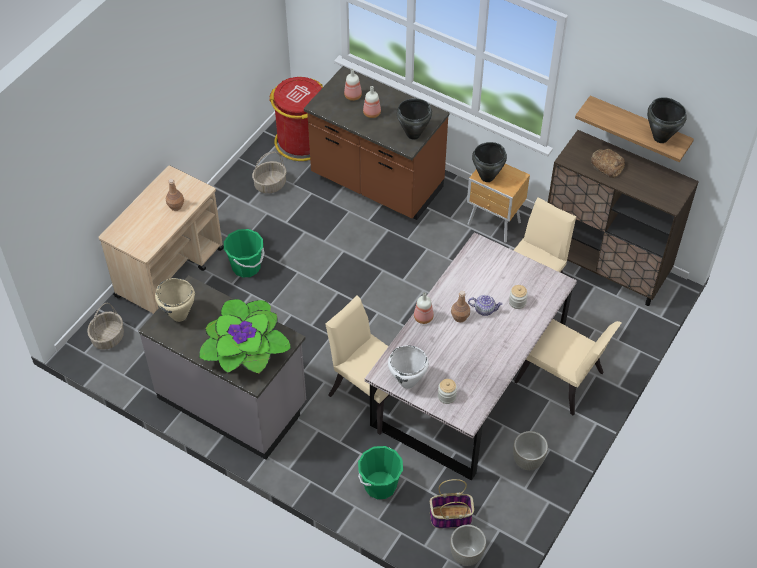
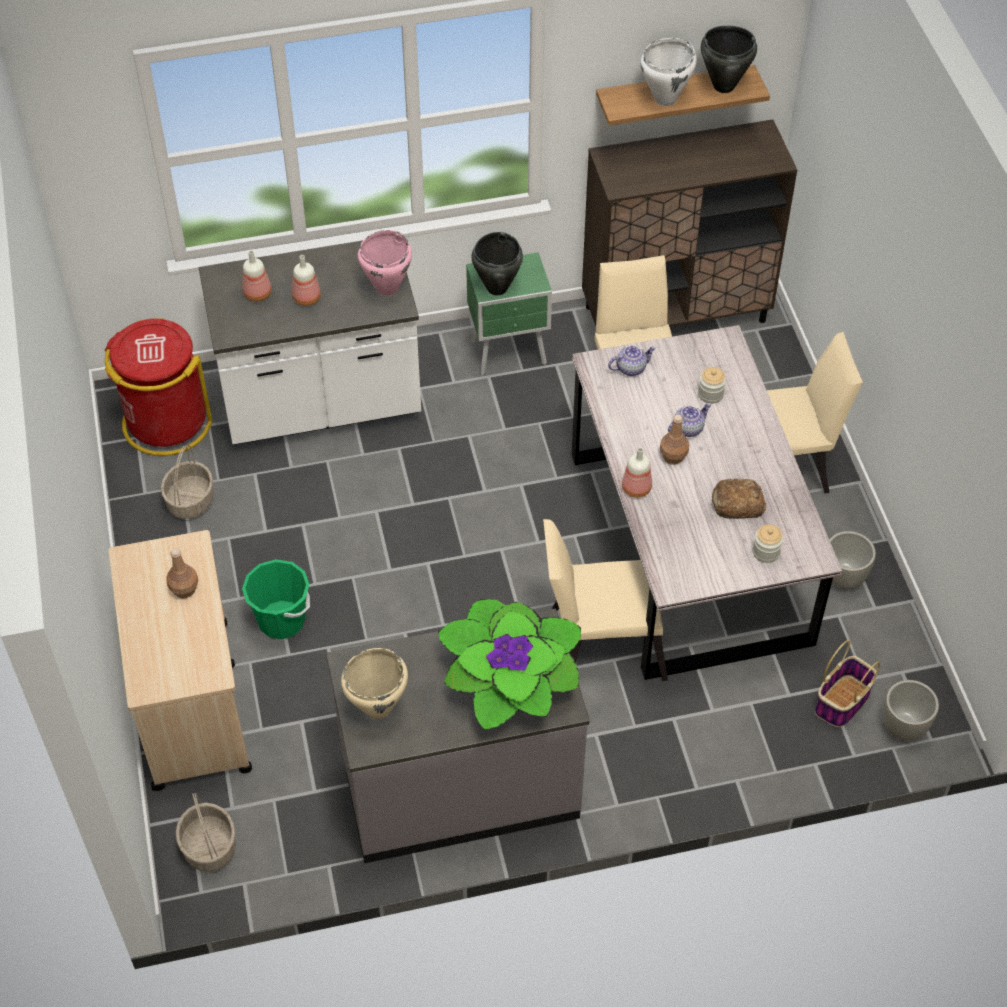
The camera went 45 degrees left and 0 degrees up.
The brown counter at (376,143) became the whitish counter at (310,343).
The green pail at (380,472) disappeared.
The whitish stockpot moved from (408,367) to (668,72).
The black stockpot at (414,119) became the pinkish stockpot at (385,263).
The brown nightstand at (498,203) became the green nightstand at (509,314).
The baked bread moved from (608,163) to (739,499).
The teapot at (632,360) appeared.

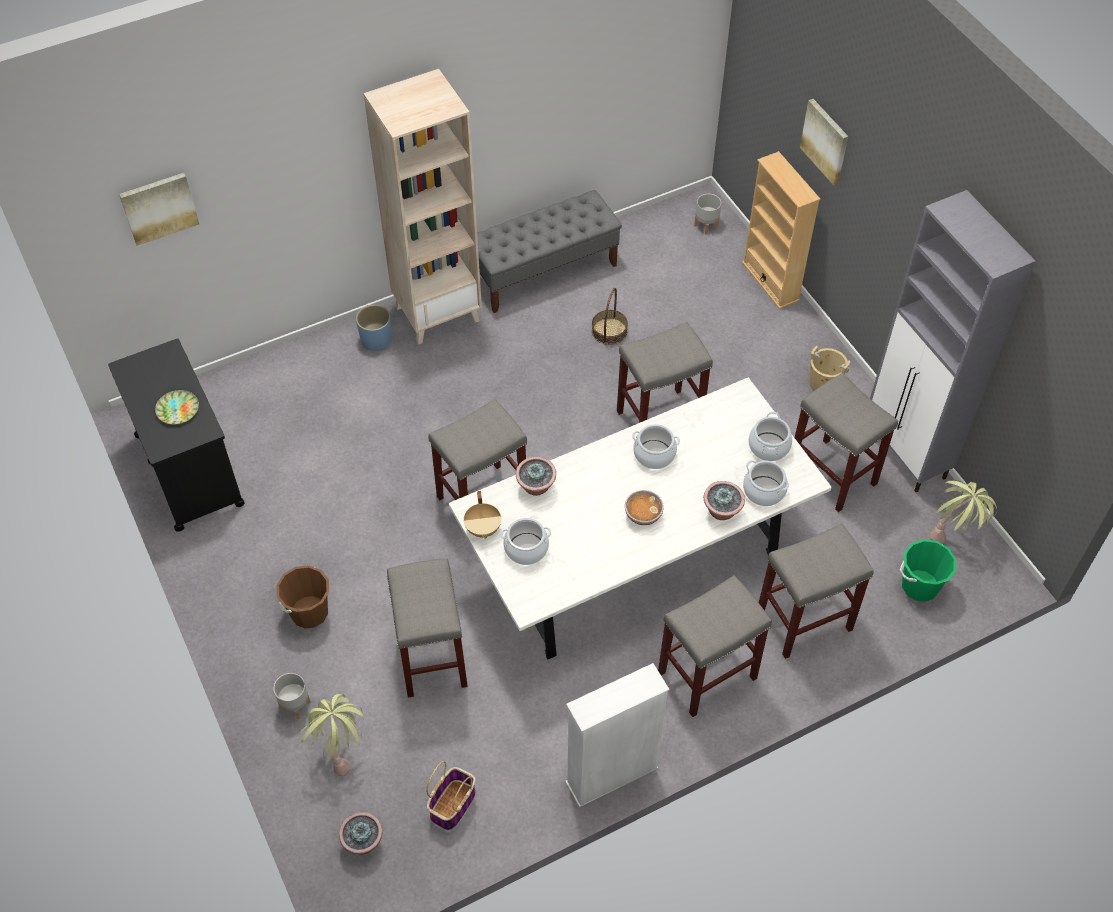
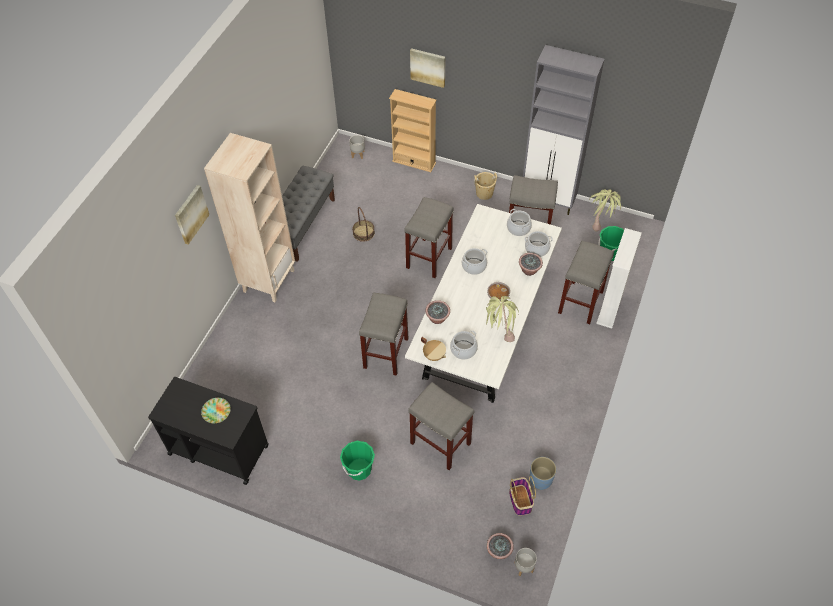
The camera went 40 degrees left and 0 degrees up.
The wall art moved from (159,209) to (192,215).
The grey planter moved from (292,696) to (526,562).
The brown pail at (302,597) became the green pail at (357,461).
The potted plant moved from (332,735) to (502,319).
The blue planter moved from (374,327) to (543,473).
The whitish bookshelf moved from (617,735) to (619,278).
The grey sitting stool at (715,646) disappeared.

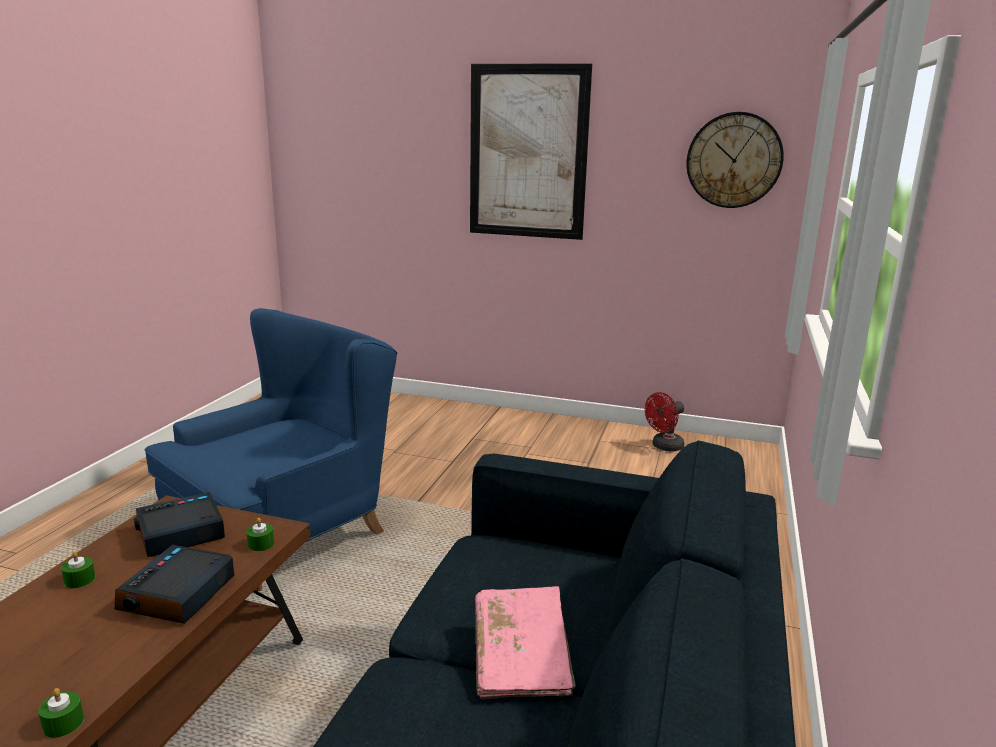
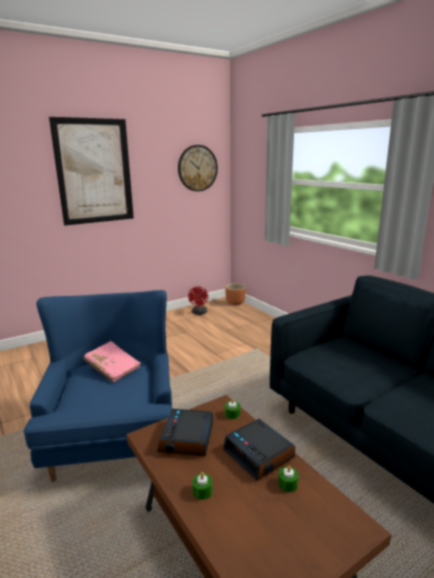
The camera went 50 degrees left and 0 degrees up.
The green wax candle moved from (61,713) to (288,478).
The pinkish book moved from (525,642) to (112,362).
The brown planter at (235,294) appeared.

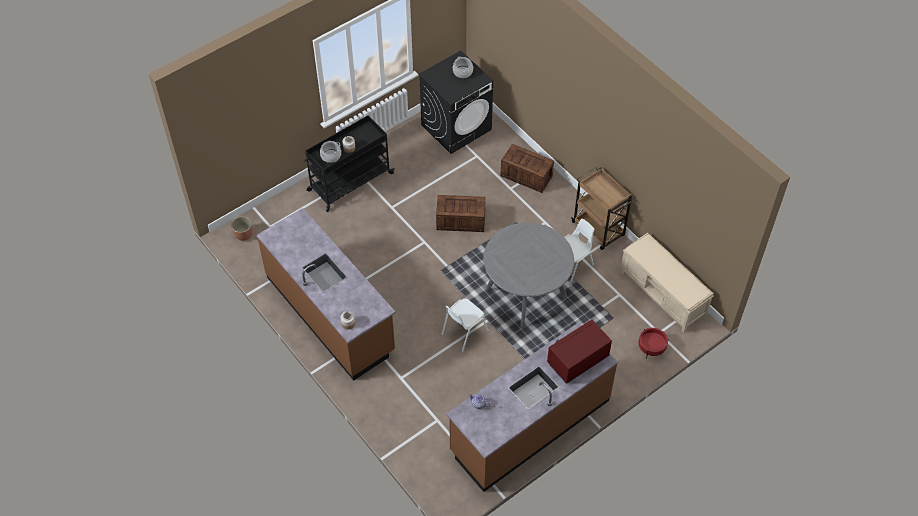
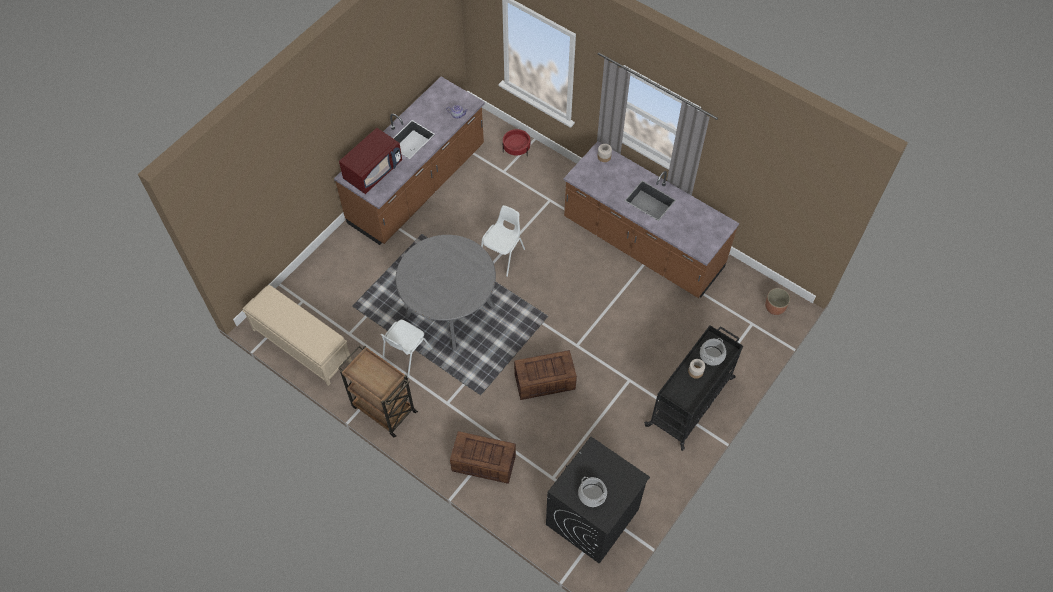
The camera went 165 degrees right and 5 degrees up.
The red planter moved from (653,343) to (516,142).

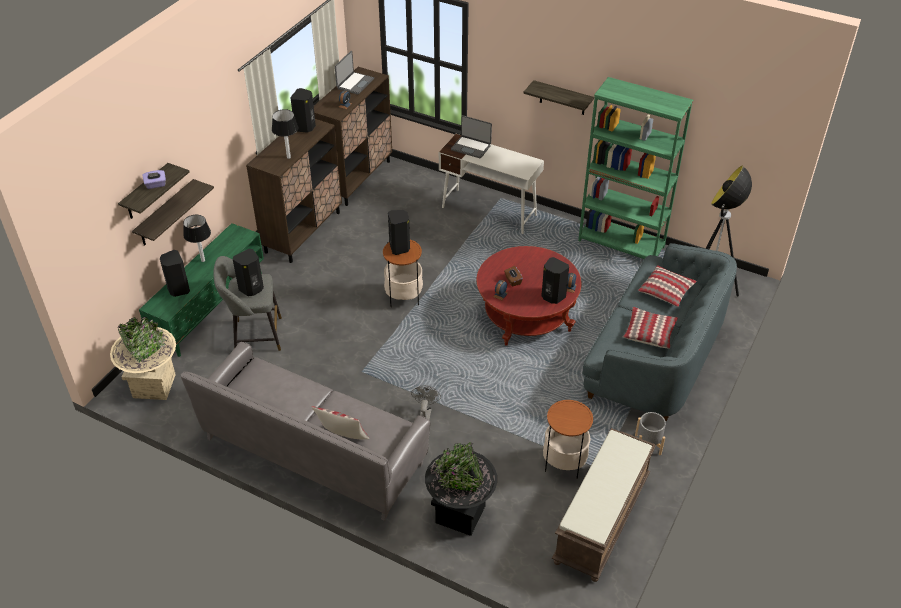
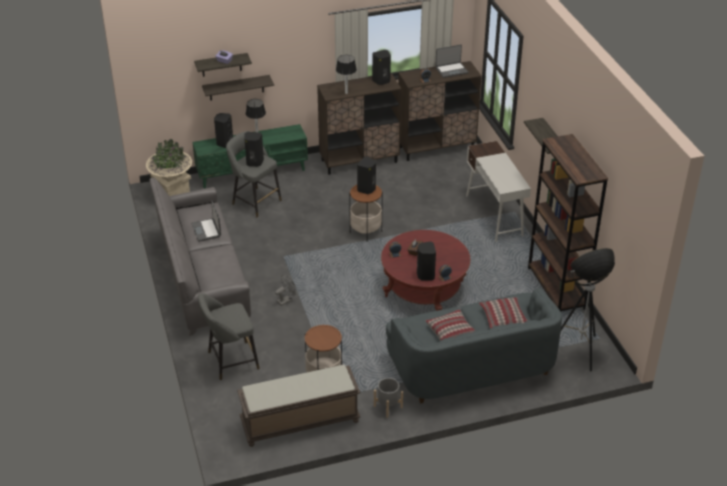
The camera went 45 degrees right and 5 degrees down.
The pillow at (341,422) disappeared.
The black planter at (461,489) was replaced by the grey sitting stool at (229,336).
The portable computer moved from (471,137) to (206,221).
The green bookshelf at (635,168) became the brown bookshelf at (568,223).

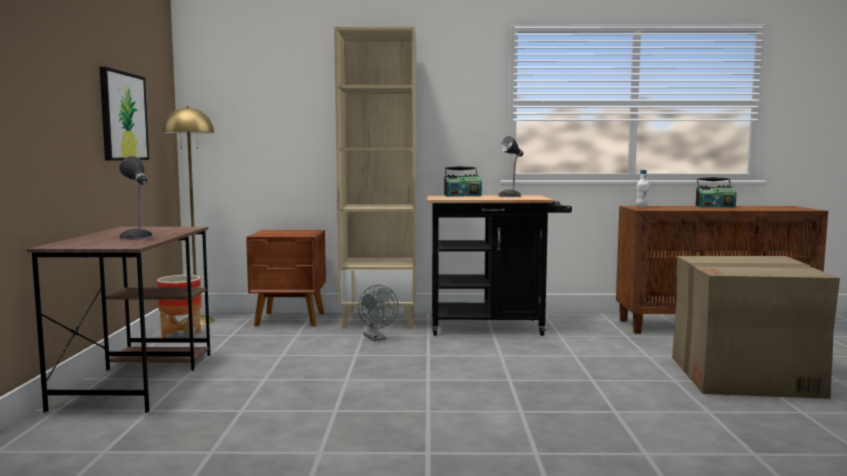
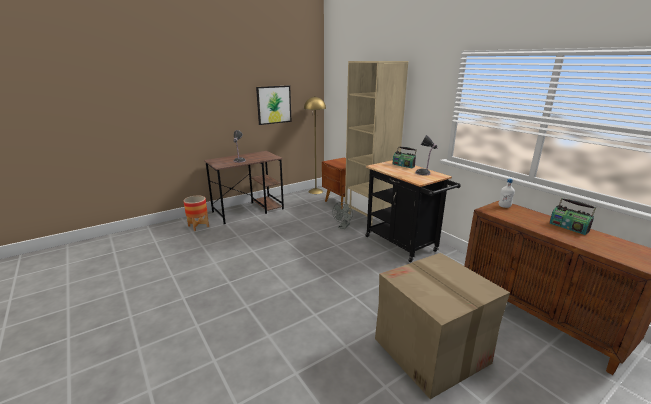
The camera went 55 degrees right and 15 degrees up.
The planter moved from (179,306) to (196,213).

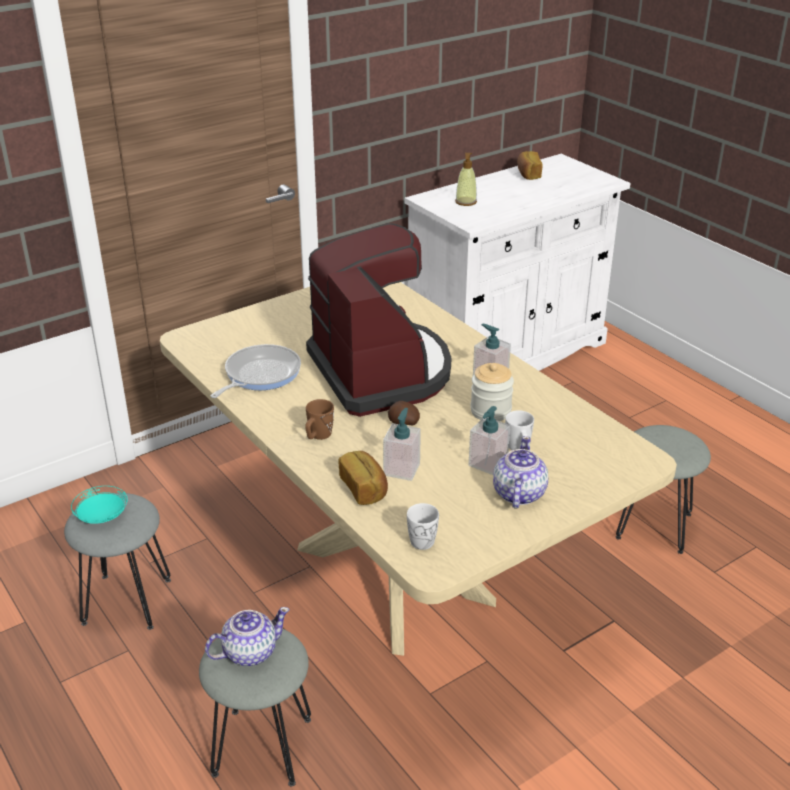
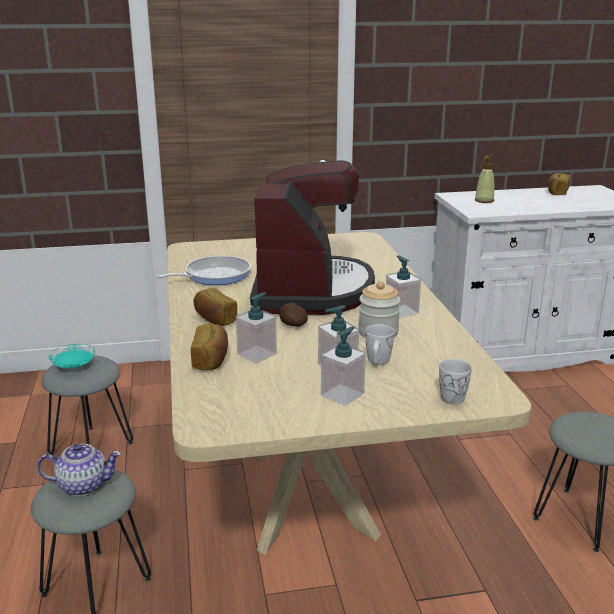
The camera went 25 degrees right and 10 degrees down.
The brown mug at (319,419) was replaced by the baked bread at (215,307).
The whitish mug moved from (423,526) to (455,381).
The teapot at (520,472) was replaced by the soap dispenser at (343,366).

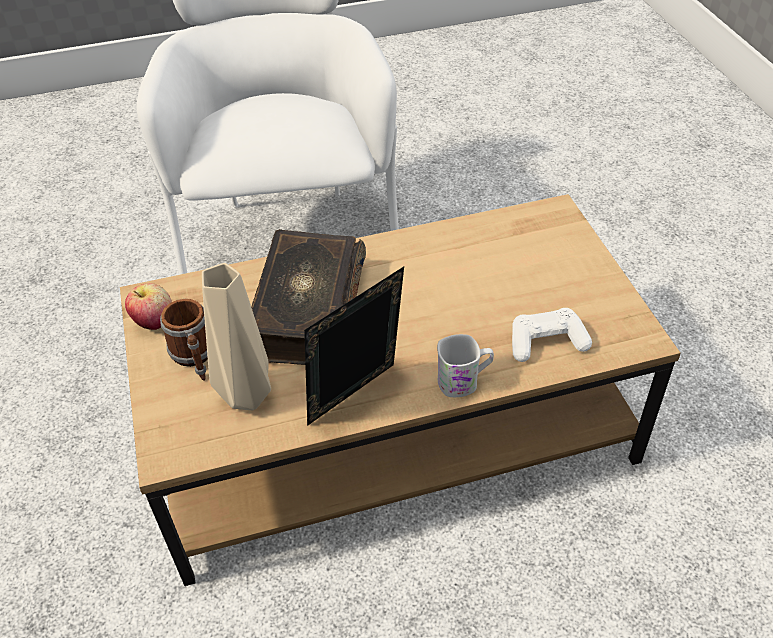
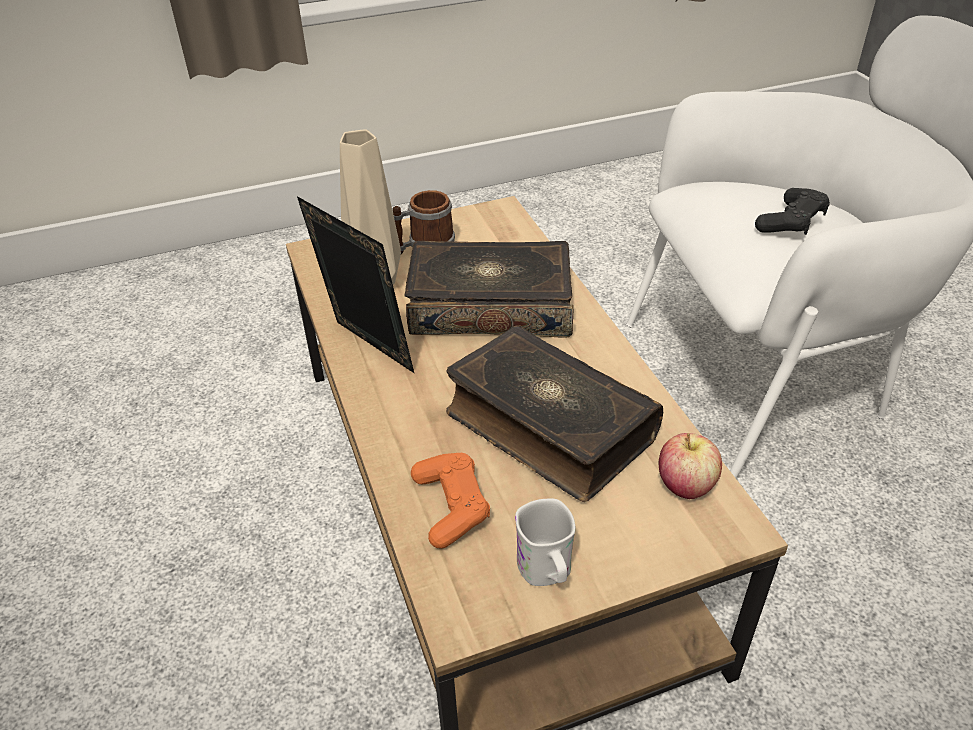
The camera went 85 degrees right and 5 degrees down.
The apple moved from (148,306) to (690,466).
The whitish mug moved from (465,365) to (545,542).
The whitish joypad at (552,335) became the orange-coloured joypad at (450,501).
The book at (554,413) appeared.
The black joypad at (792,211) appeared.

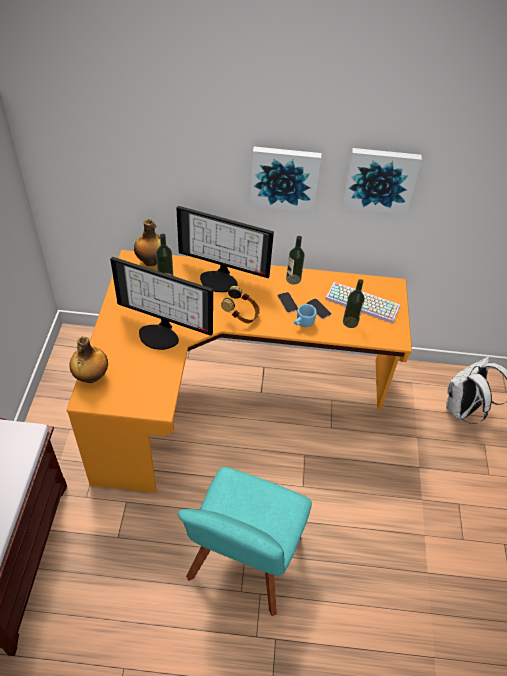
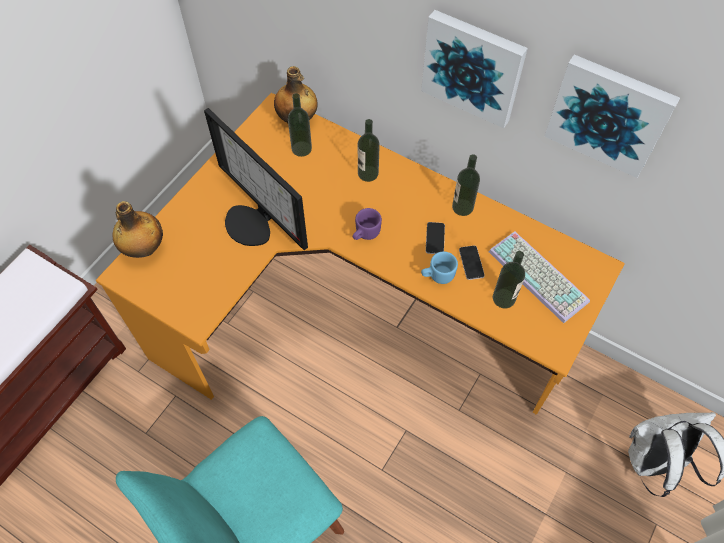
The camera went 30 degrees right and 10 degrees up.
The computer screen at (225,249) was replaced by the drink bottle at (369,150).
The headphones at (240,304) was replaced by the purple mug at (367,224).

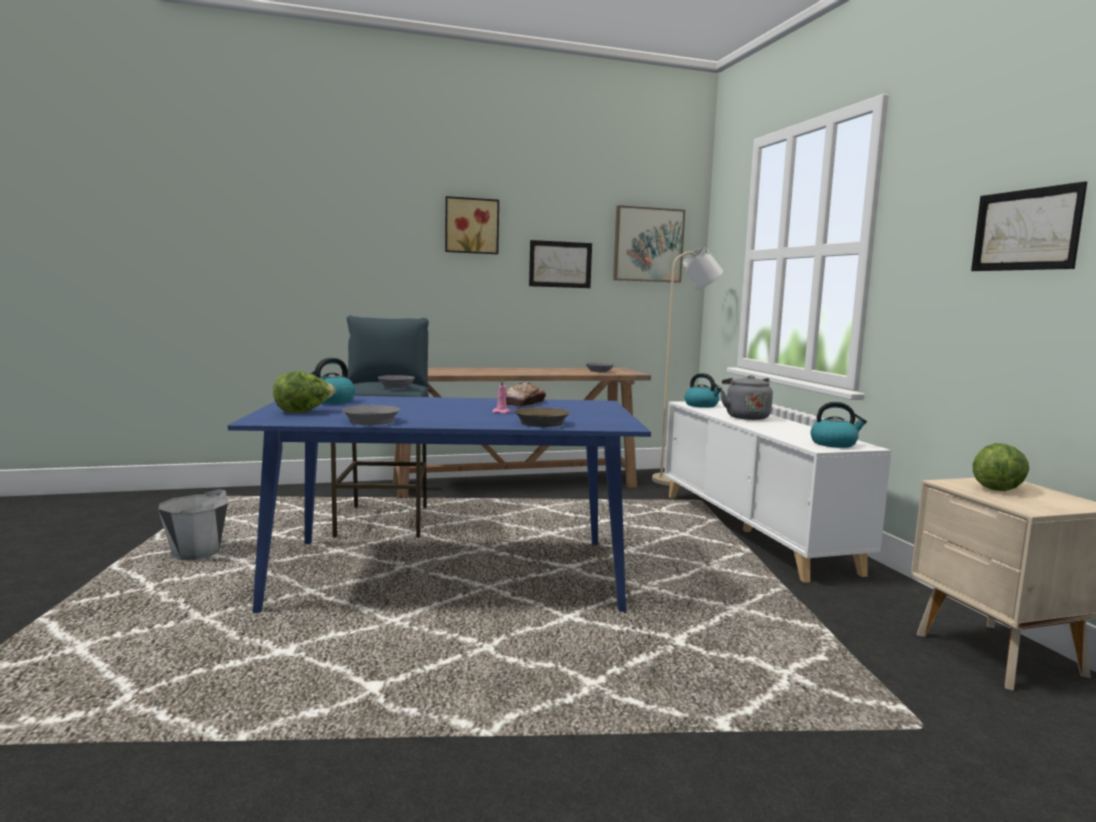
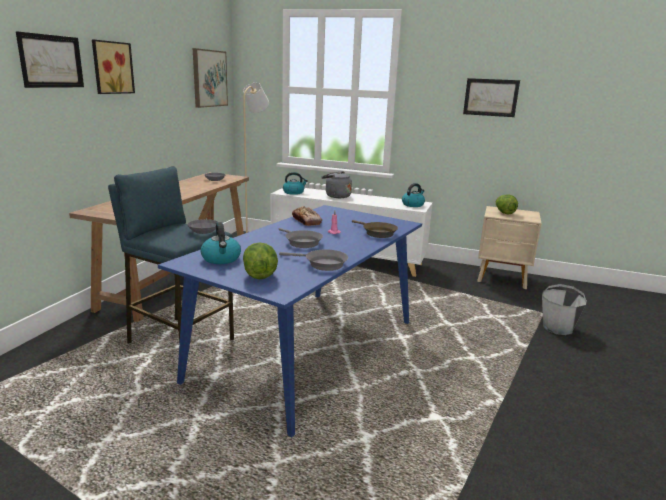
The camera went 55 degrees left and 10 degrees up.
The grey pail moved from (193,524) to (564,309).
The wall art moved from (560,264) to (50,59).
The grey frying pan at (301,238) appeared.

